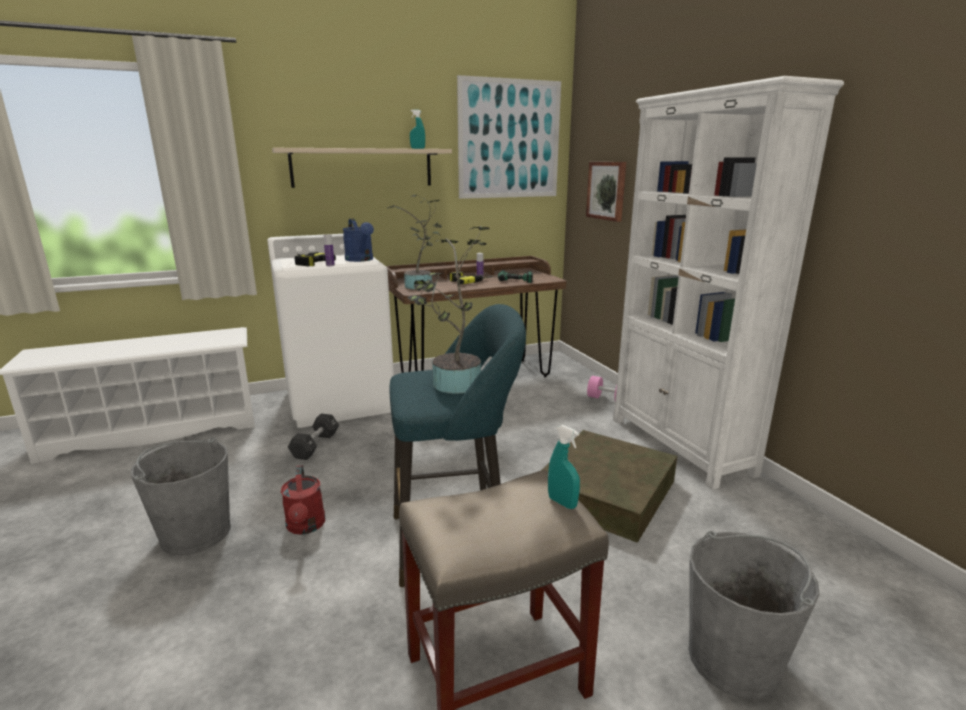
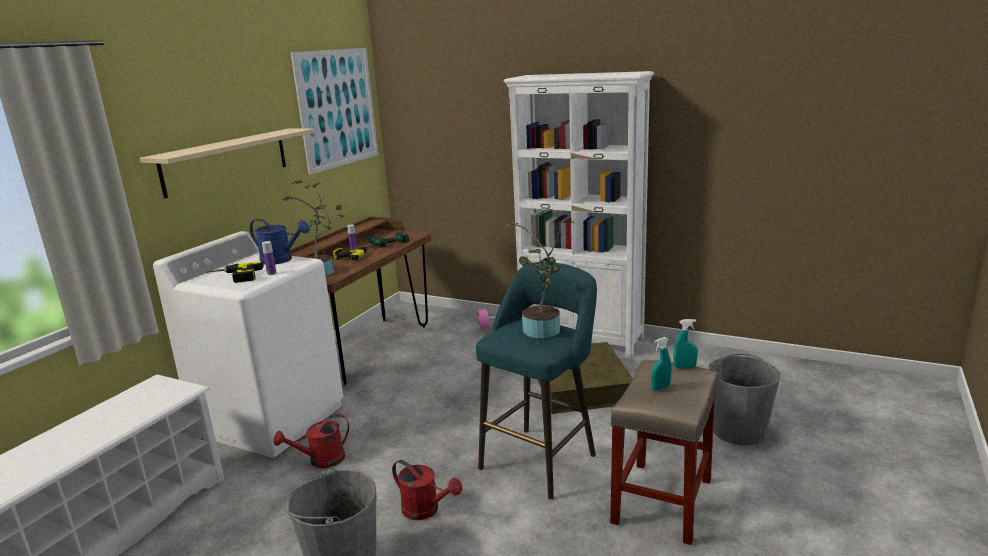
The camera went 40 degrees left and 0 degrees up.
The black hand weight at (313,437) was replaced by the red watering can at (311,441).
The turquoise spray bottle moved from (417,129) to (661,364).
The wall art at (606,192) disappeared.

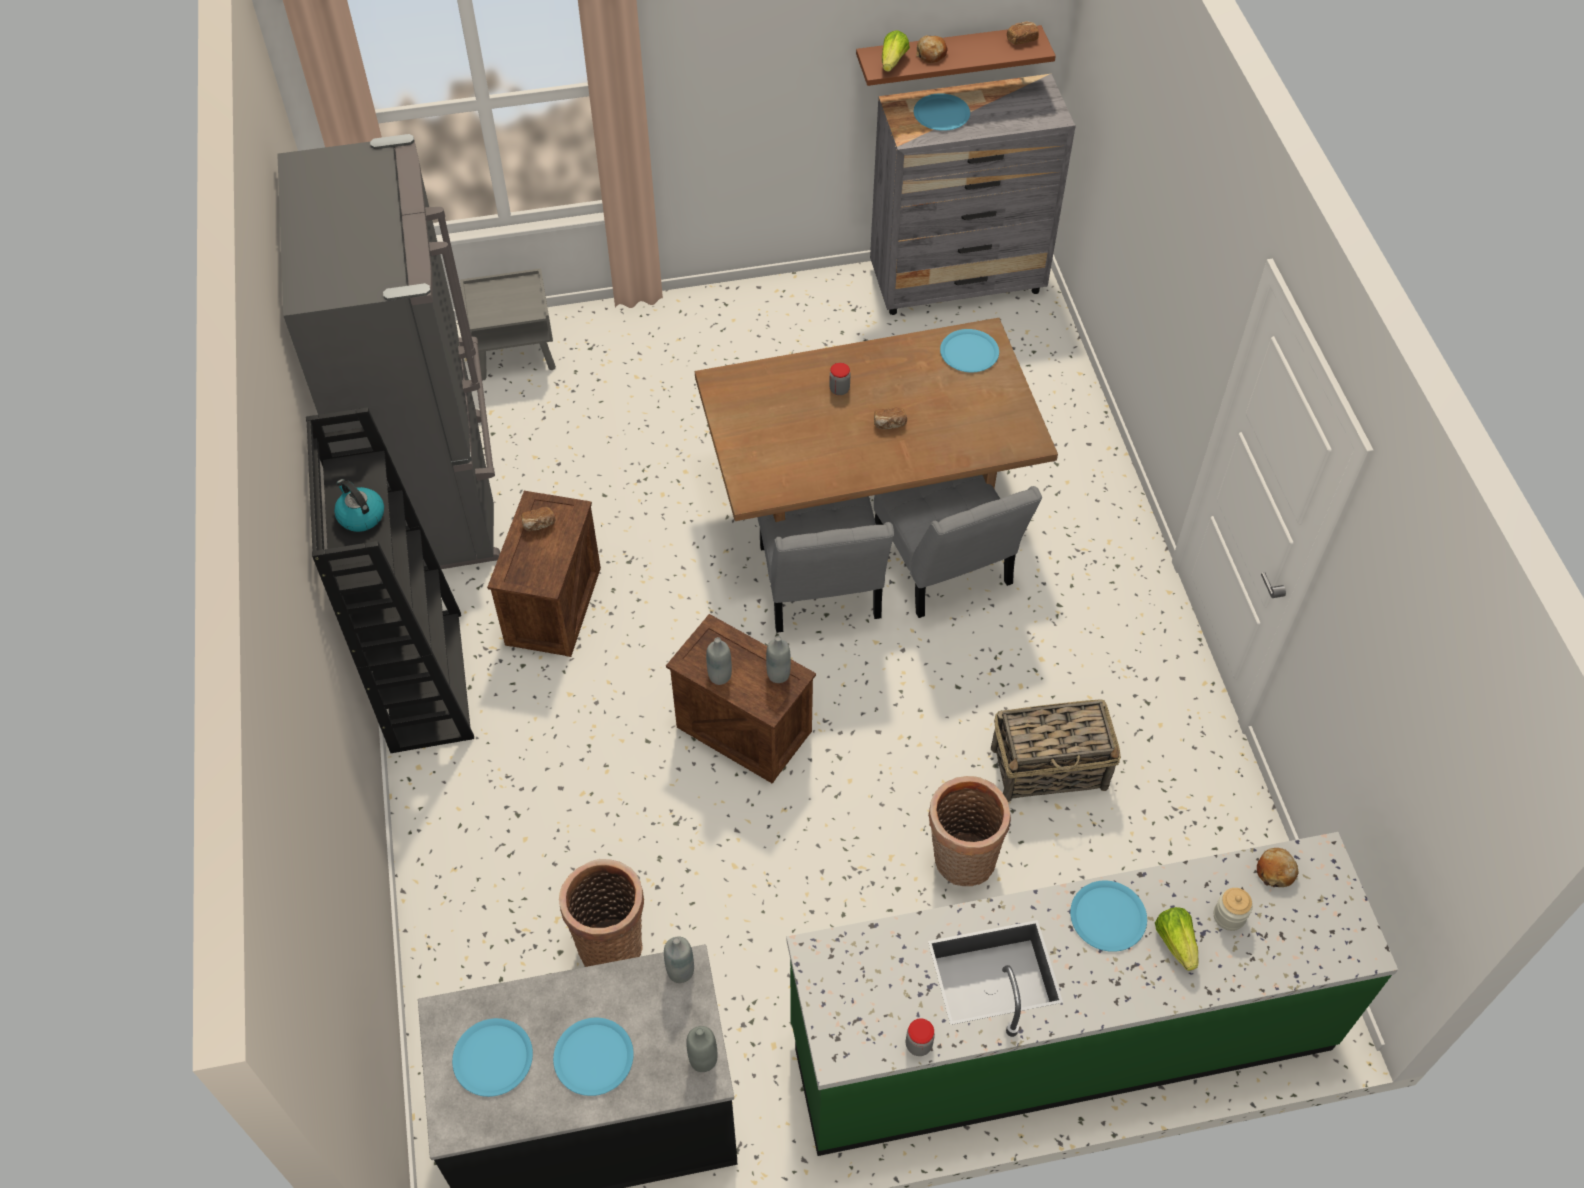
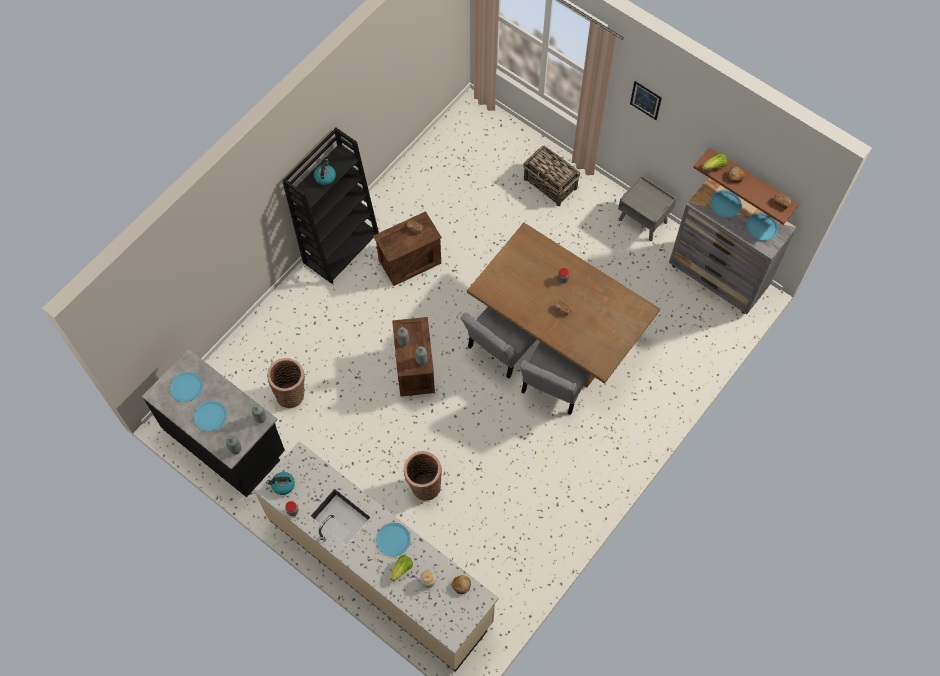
The camera went 50 degrees right and 10 degrees up.
The grey refrigerator at (388,351) disappeared.
The grey nightstand moved from (508,324) to (647,208).
The green counter at (1092,994) became the beige counter at (376,556).
The blue plate moved from (969,350) to (762,227).
The storage basket moved from (1056,750) to (551,176).
The tea kettle at (280,483) appeared.
The wall art at (646,100) appeared.

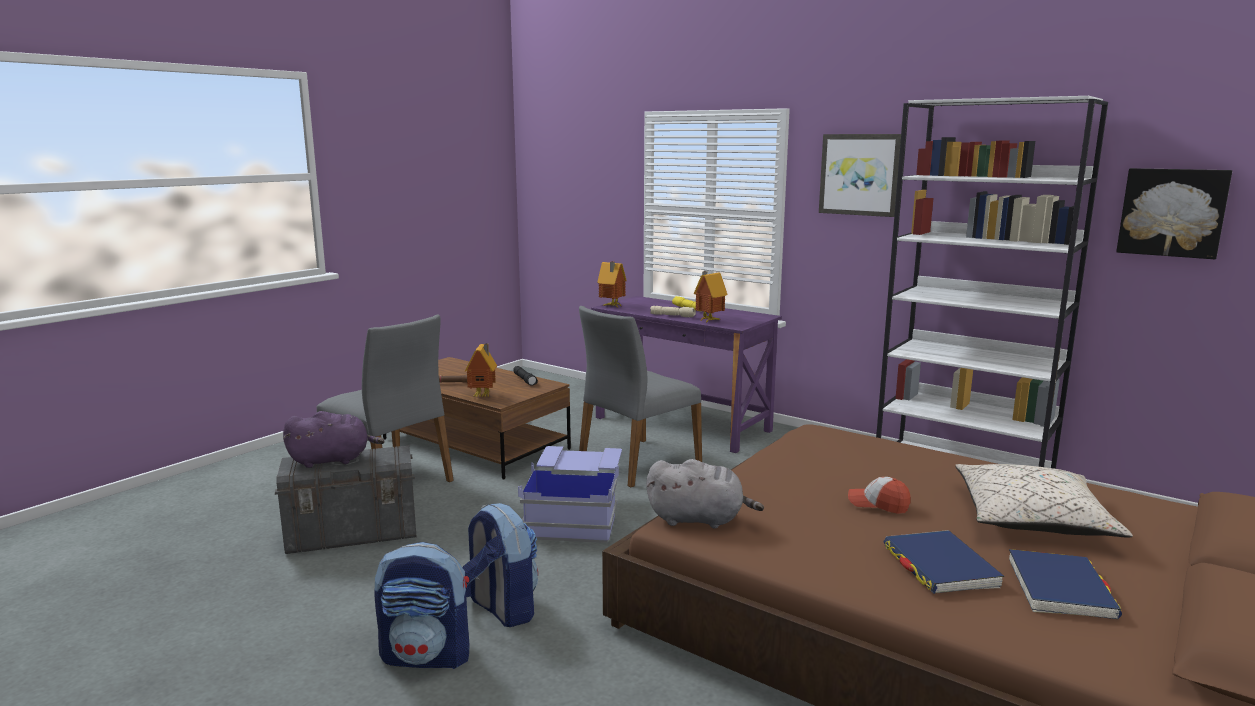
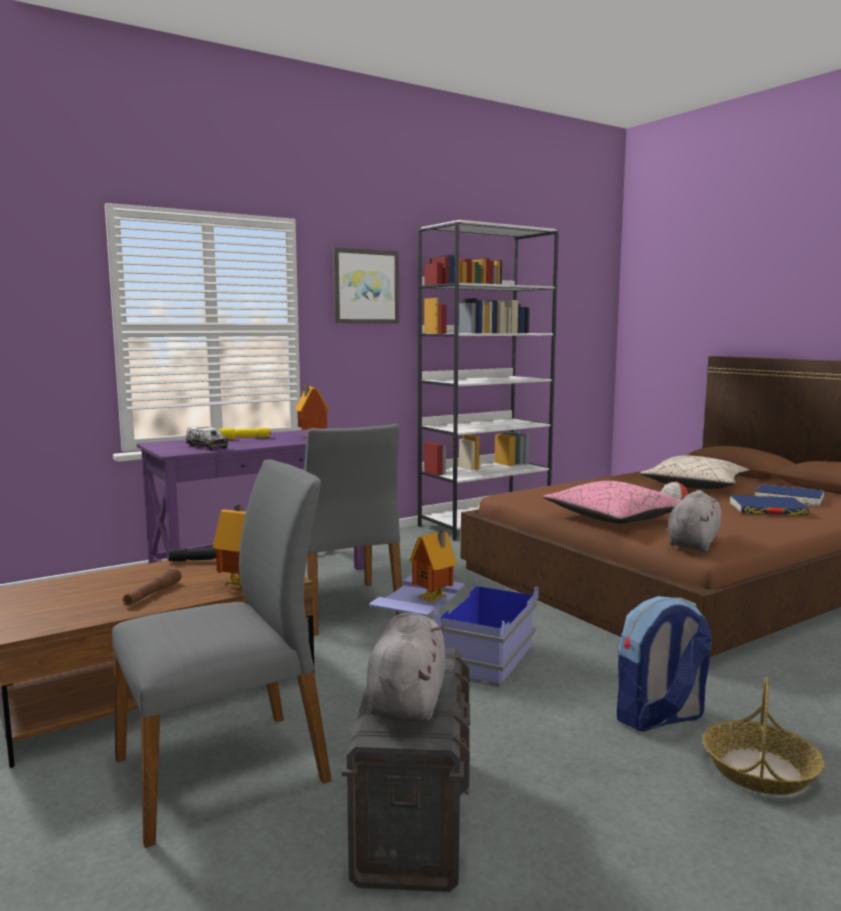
The camera went 70 degrees left and 5 degrees down.
The purple soft toy at (334,439) became the grey soft toy at (406,667).
The backpack at (421,605) was replaced by the storage basket at (764,735).
The toy house moved from (612,284) to (433,566).
The beige hand torch at (673,311) disappeared.
The wall art at (1174,213) disappeared.
The toy truck at (207,438) appeared.
The pinkish pillow at (612,502) appeared.

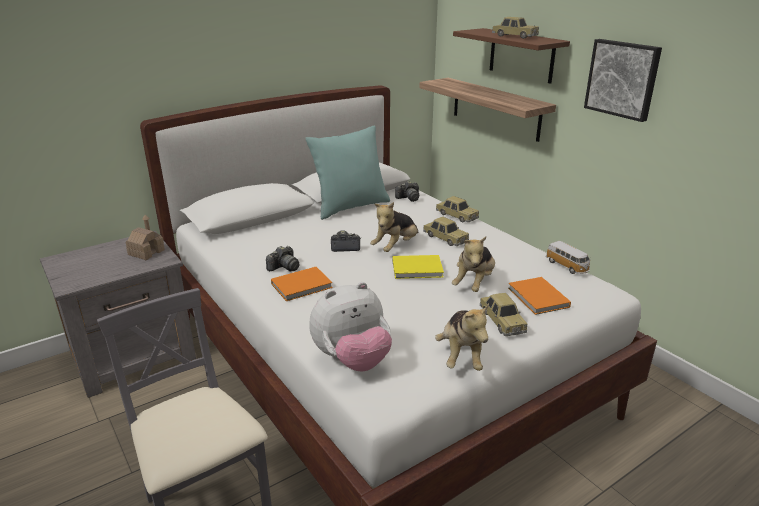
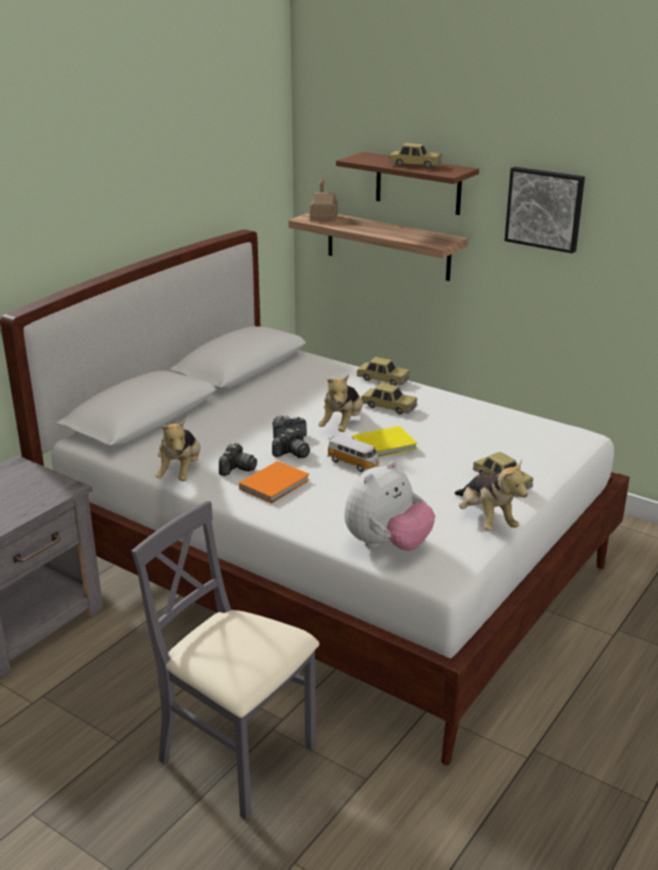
The camera went 20 degrees left and 0 degrees up.
The toy house moved from (145,237) to (324,199).
The turquoise pillow at (347,173) disappeared.
The photo camera moved from (407,191) to (291,443).
The soft toy moved from (473,264) to (178,450).
The orange-coloured book at (539,296) disappeared.
The model car moved from (568,257) to (353,453).

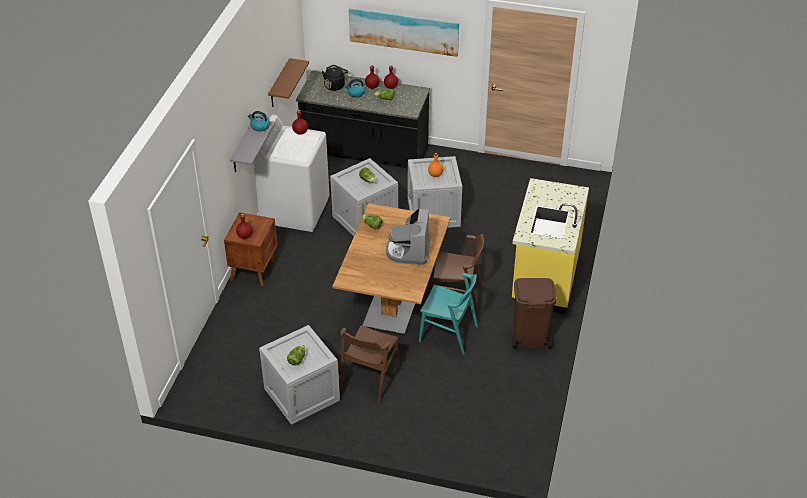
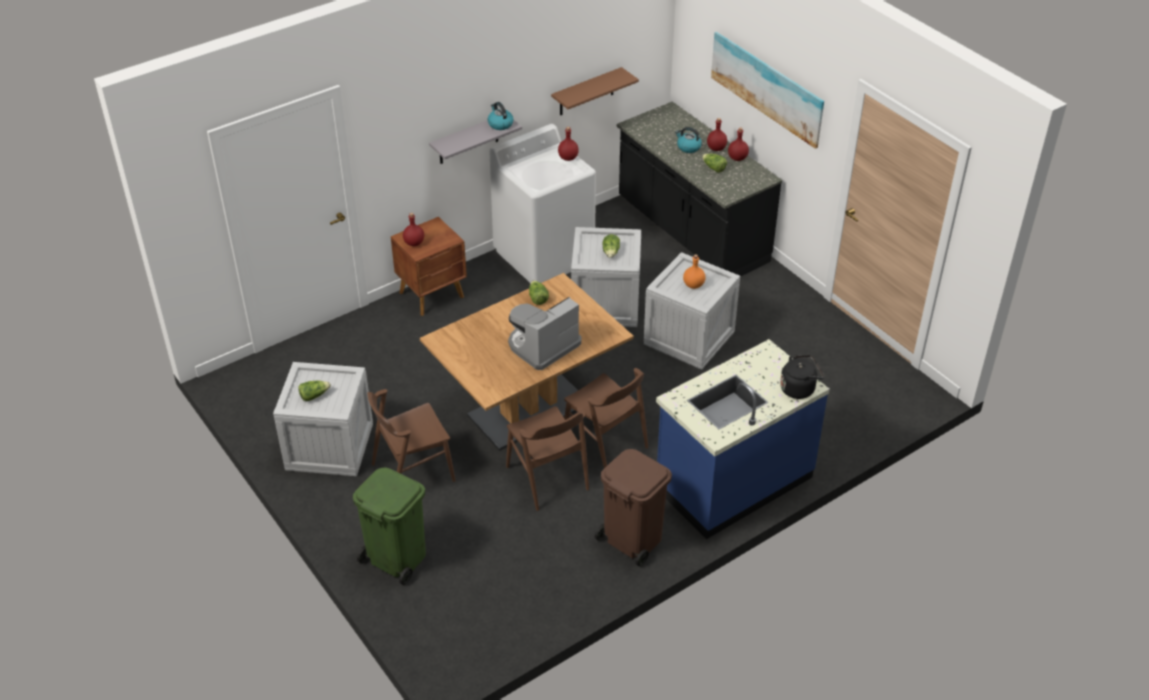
The camera went 40 degrees right and 0 degrees up.
The black tea kettle moved from (335,78) to (802,377).
The turquoise chair at (448,314) became the brown chair at (547,458).
The yellow counter at (550,246) became the blue counter at (743,439).
The green trash can at (389,526) appeared.

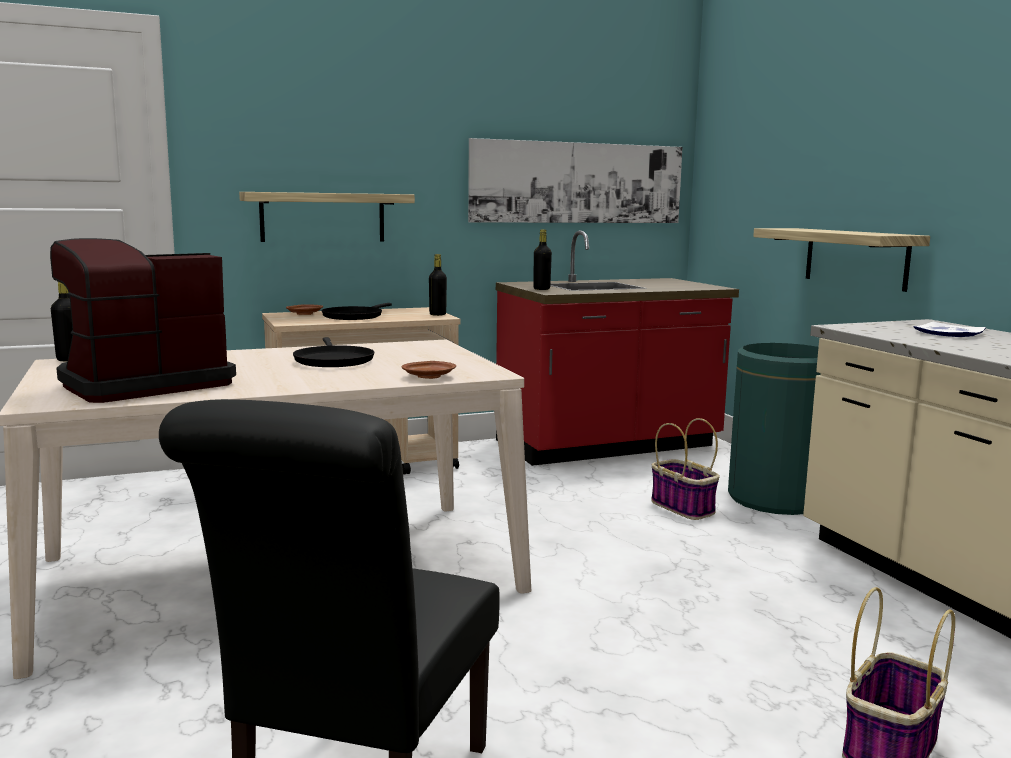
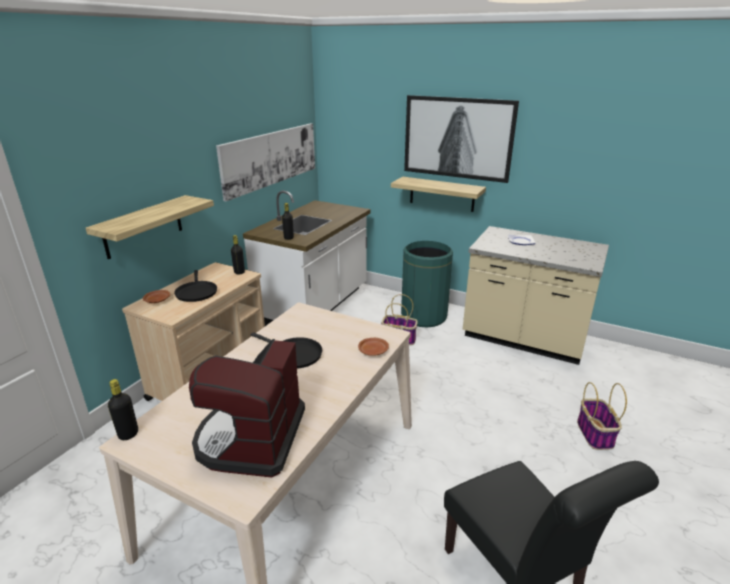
The camera went 40 degrees left and 15 degrees up.
The red counter at (617,348) became the whitish counter at (307,258).
The wall art at (461,139) appeared.

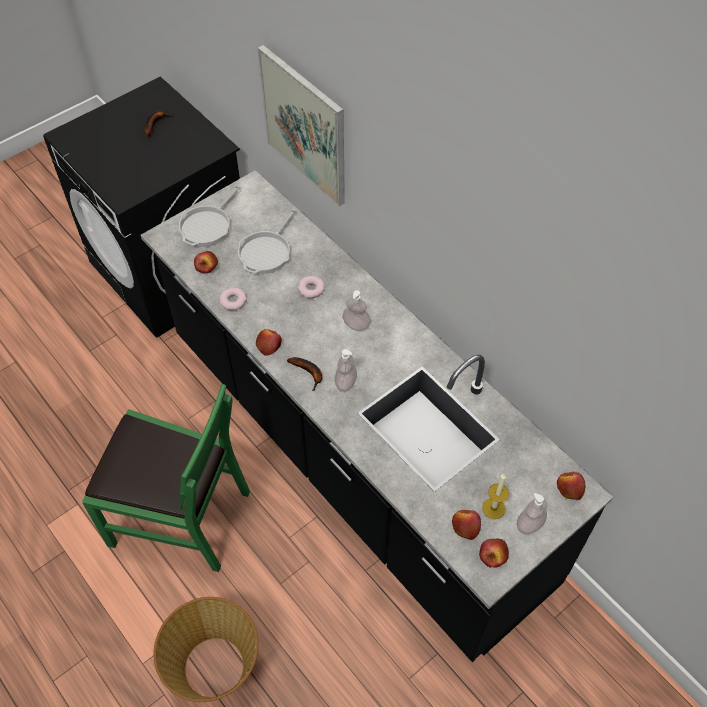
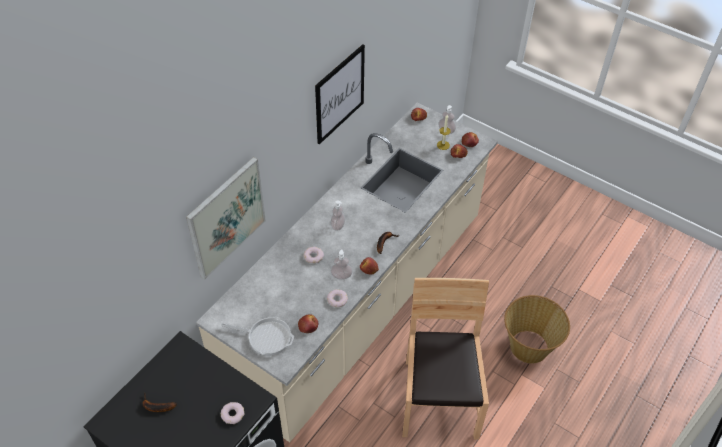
The camera went 105 degrees left and 5 degrees down.
The green chair at (166,478) became the brown chair at (445,359).
The black counter at (377,416) became the beige counter at (347,272).
The frying pan at (266,241) disappeared.
The soap dispenser moved from (346,370) to (342,264).
The donut at (233,413) appeared.
The wall art at (340,94) appeared.

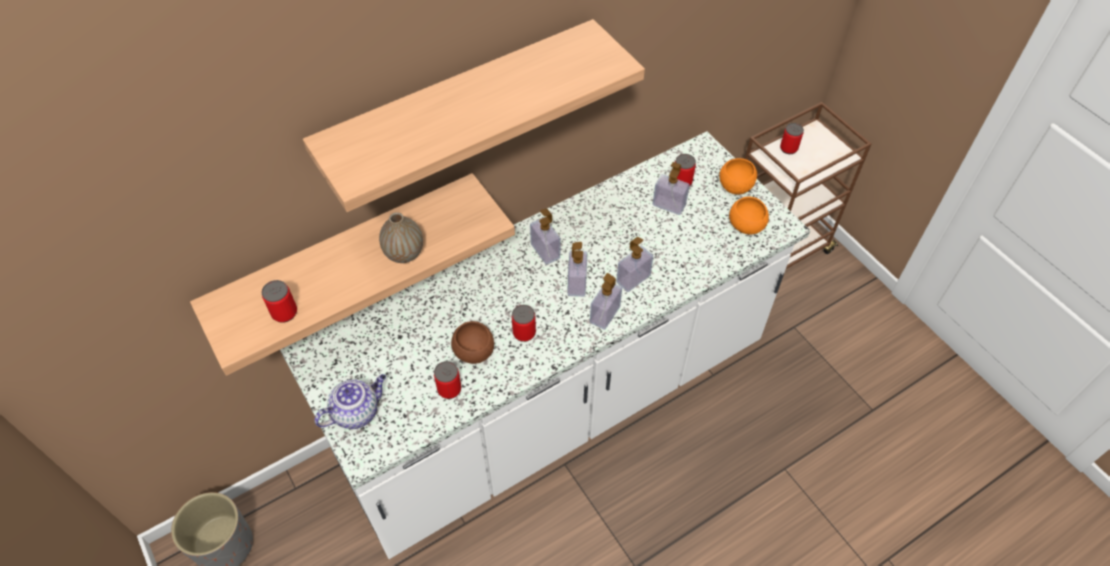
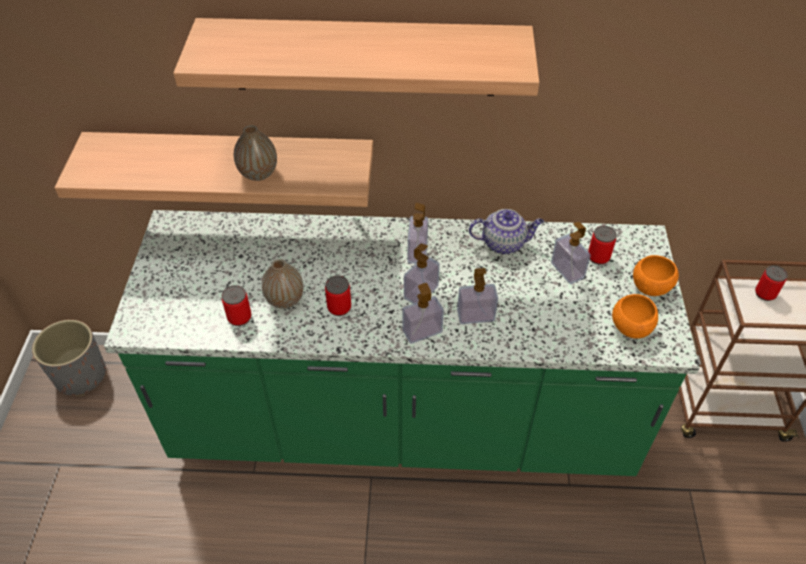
The camera went 35 degrees right and 5 degrees down.
The sealed can at (279,301) disappeared.
The whitish counter at (545,345) became the green counter at (402,343).
The teapot moved from (350,401) to (506,231).
The brown deep dish at (472,342) was replaced by the decorative vase at (282,284).

